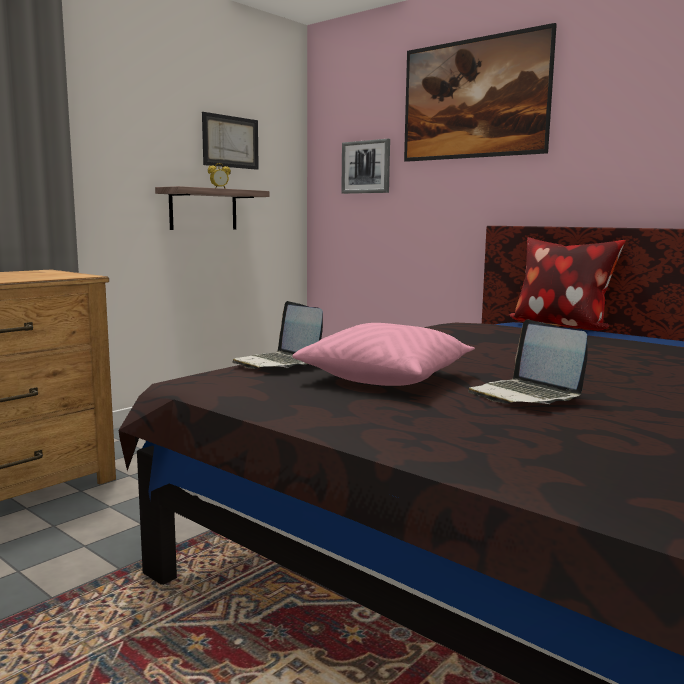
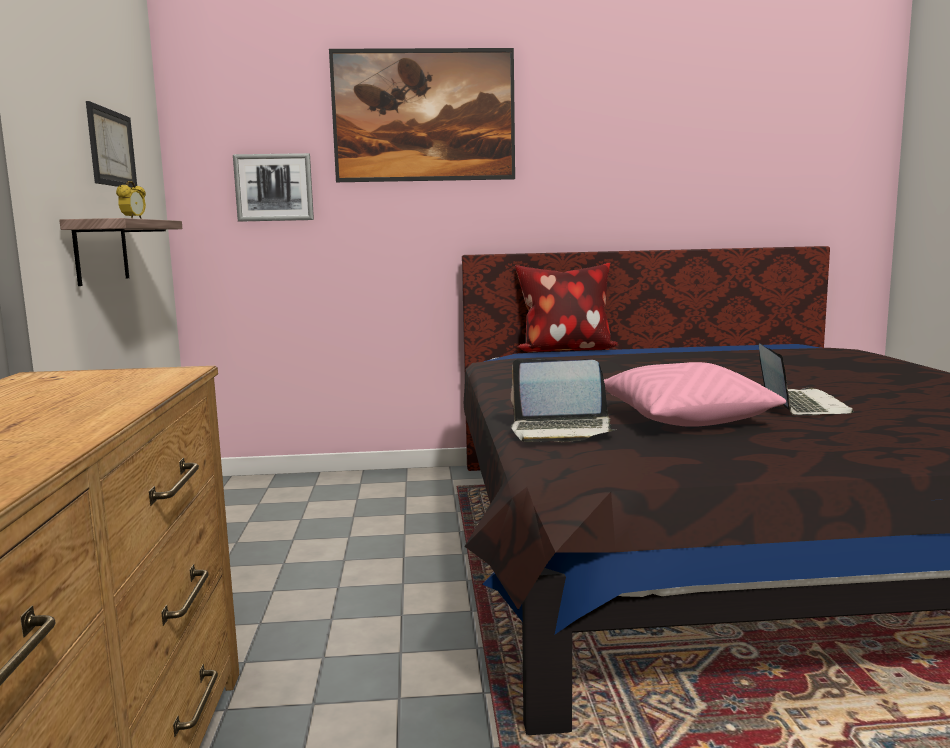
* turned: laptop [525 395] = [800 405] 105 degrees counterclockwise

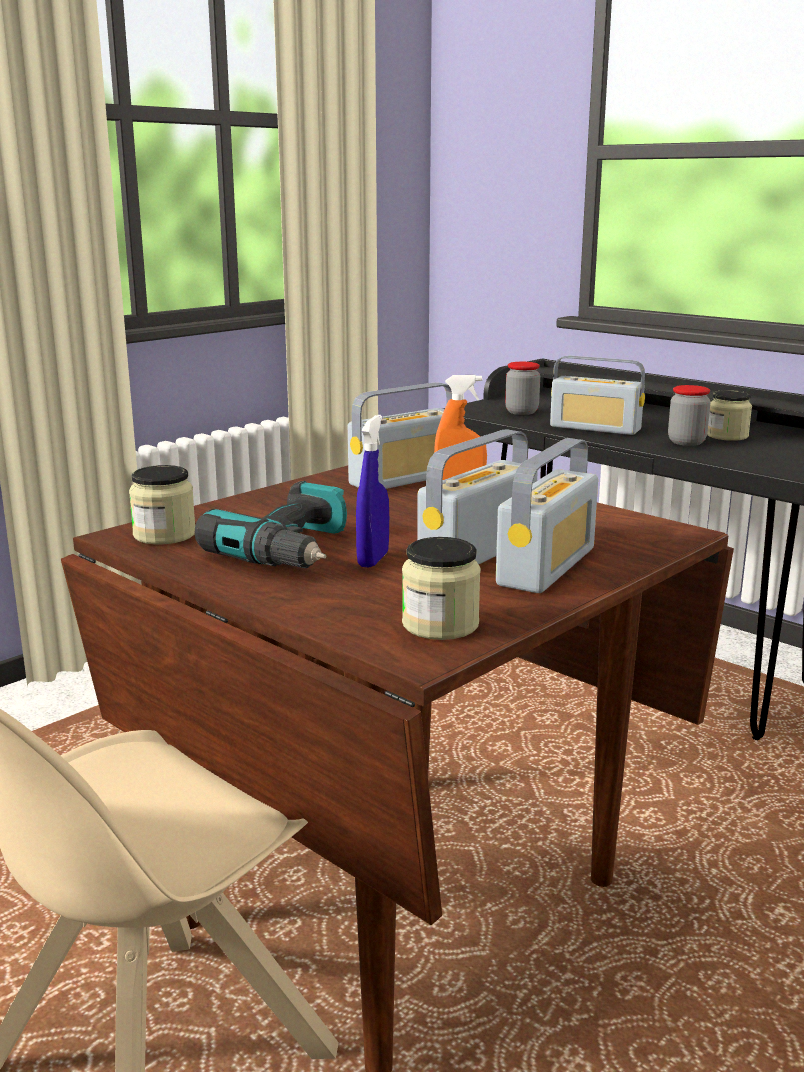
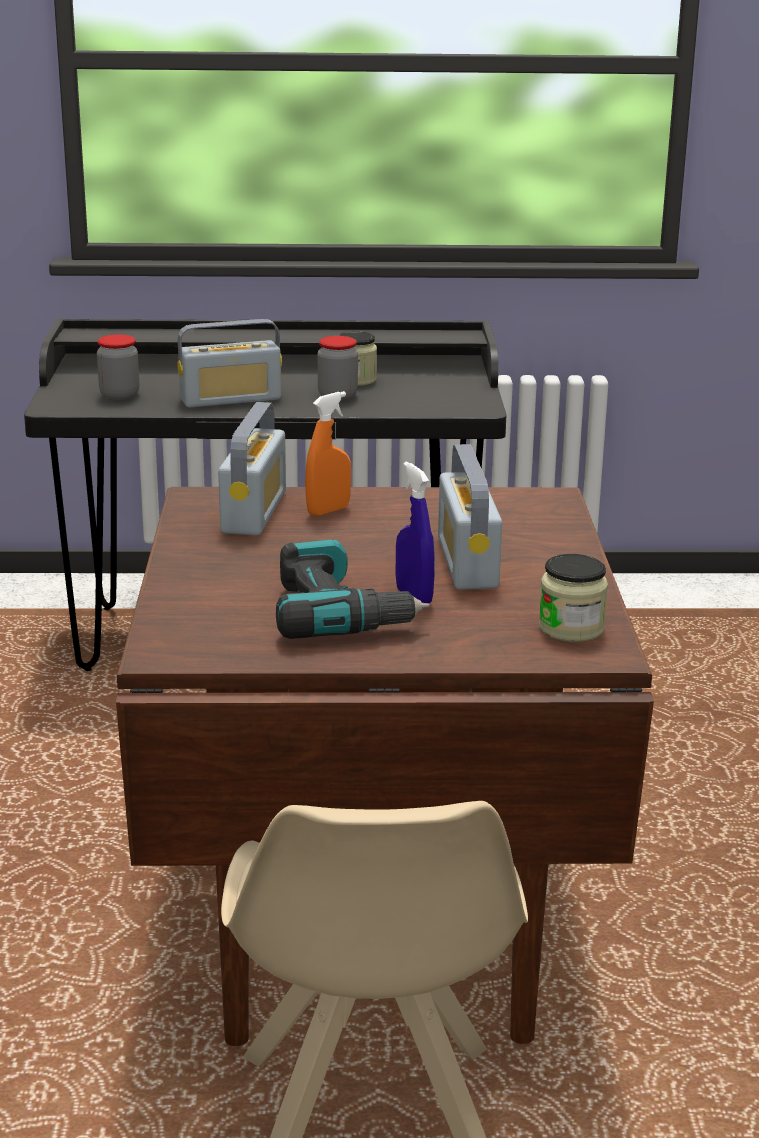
* removed: radio [546 566]
* removed: słoik [164 535]

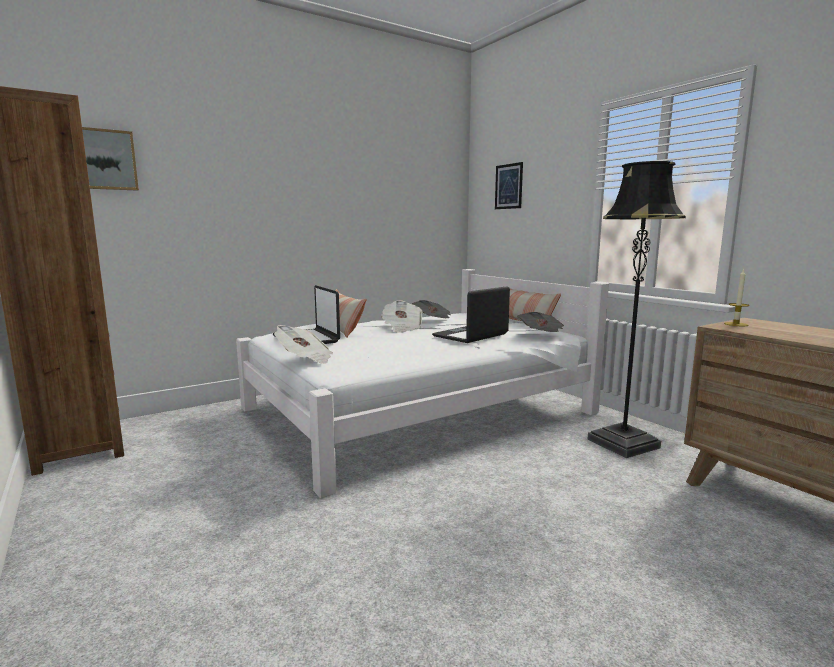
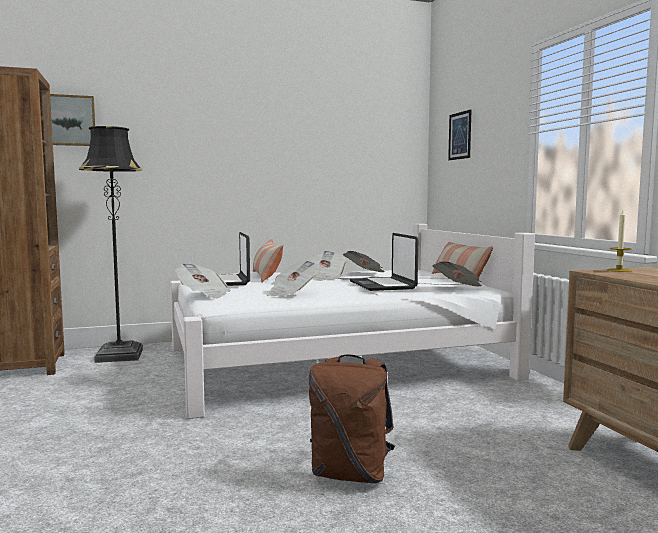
* moved: lampa stojąca [czarny] [623 443] to [119 356]
* turned: laptop [471 335] = [383 285] 75 degrees counterclockwise
* added: gazeta [292 293]
* added: plecak [brązowy] [351 474]

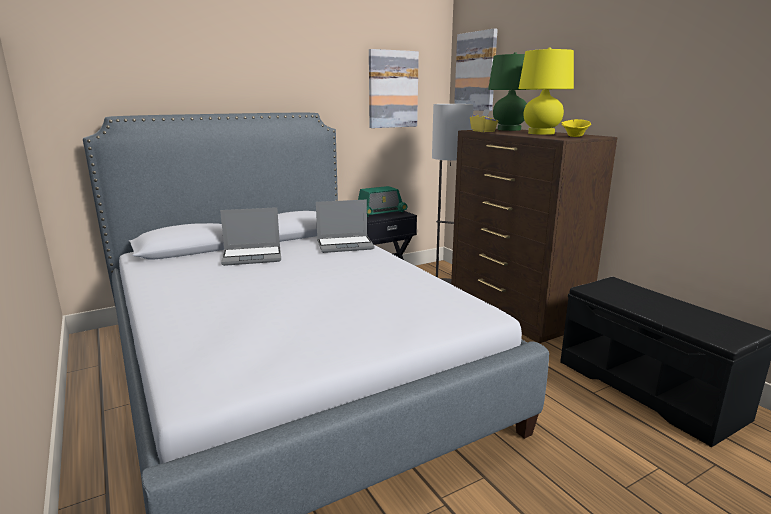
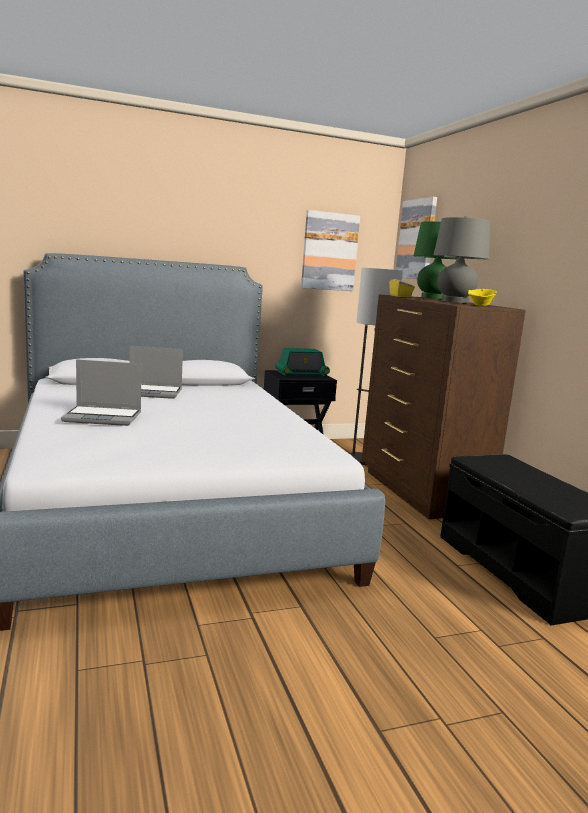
* recoloured: lampa stołowa [żółty] [541 133] to lampa stołowa [szary] [454 302]
* moved: laptop [345 245] to [104 417]

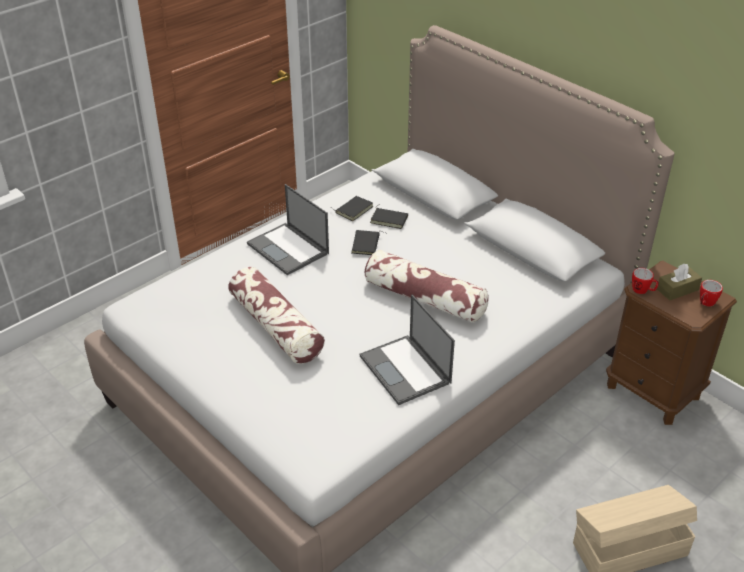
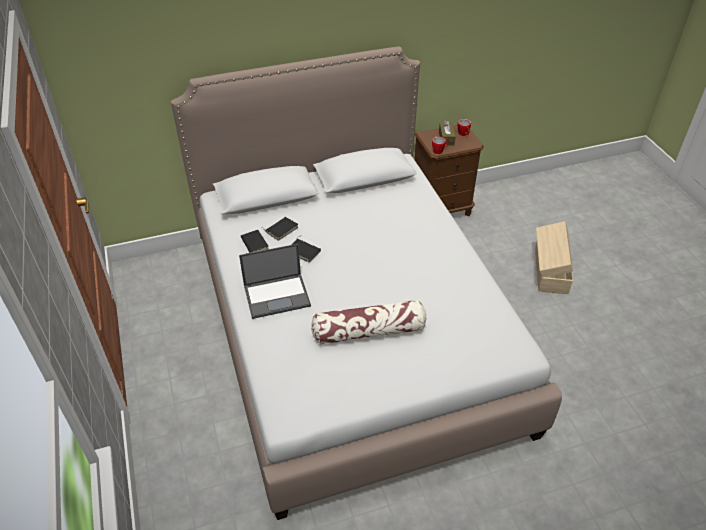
* removed: poduszka [424 298]
* removed: laptop [406 370]

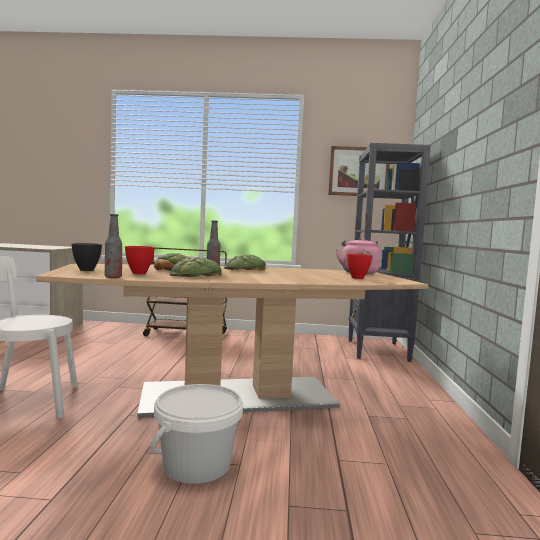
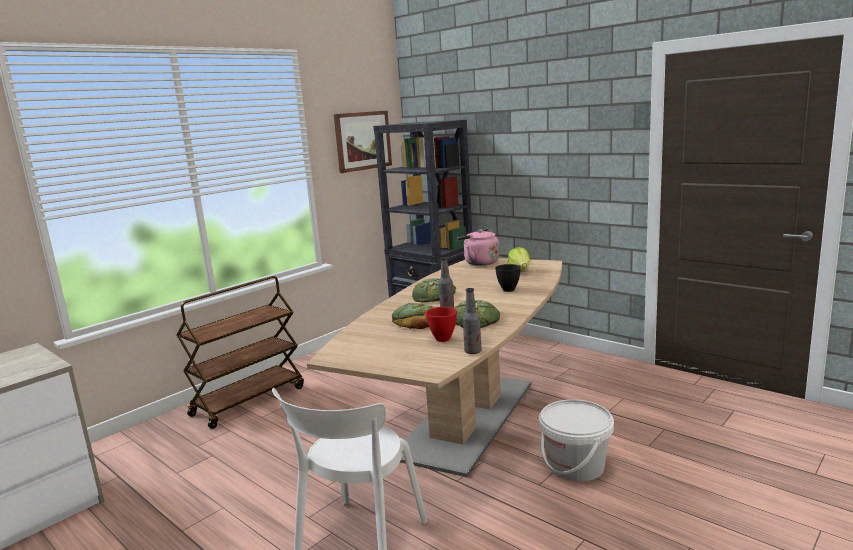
* moved: miska [czarny] [87 270] to [508 290]
* replaced: miska [czerwony] [358 278] to sałata [520 271]

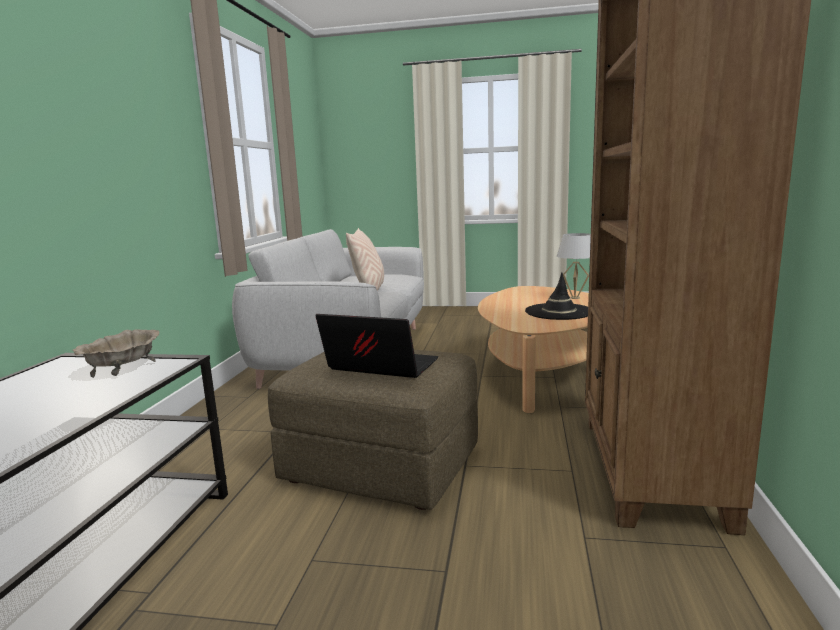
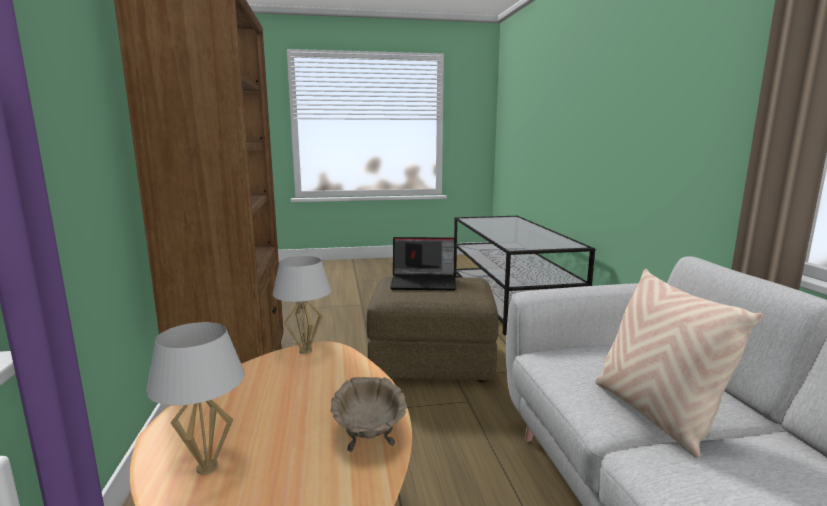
* removed: kapelusz [czarny] [558 312]
* moved: miska [beżowy] [123 370] to [368 433]
* added: lampa stołowa [biały] [306 351]

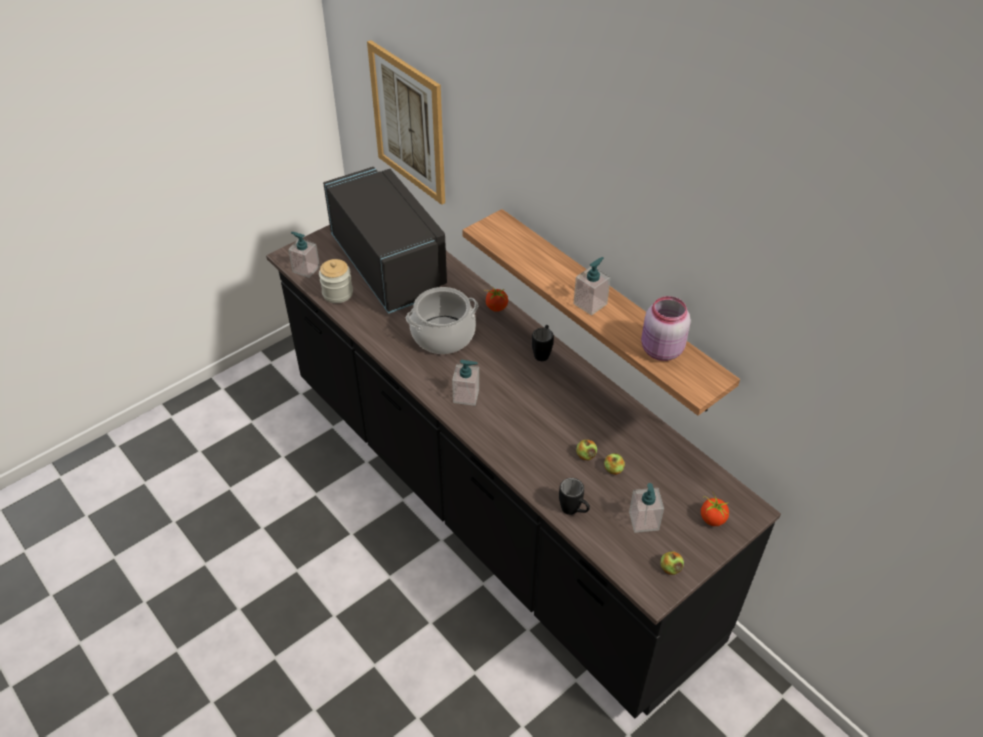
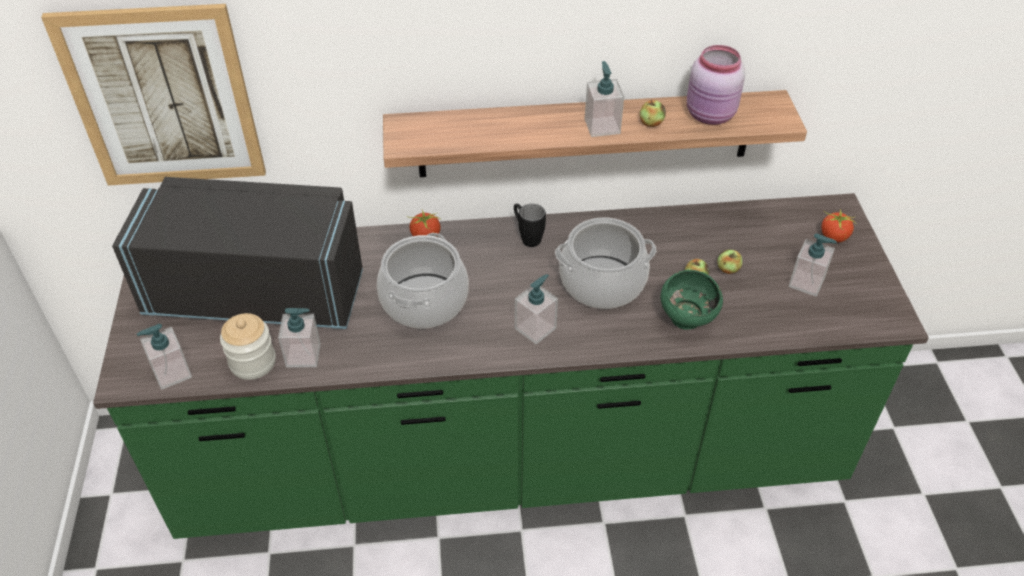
* recoloured: zabudowa kuchenna [czarny] [490 504] to zabudowa kuchenna [zielony] [512 458]
* removed: kubek [czarny] [574 511]
* moved: jabłko [670 568] to [651 123]
* added: garnek [602 282]
* added: miska [zielony] [687 322]
* added: dozownik mydła [303 355]

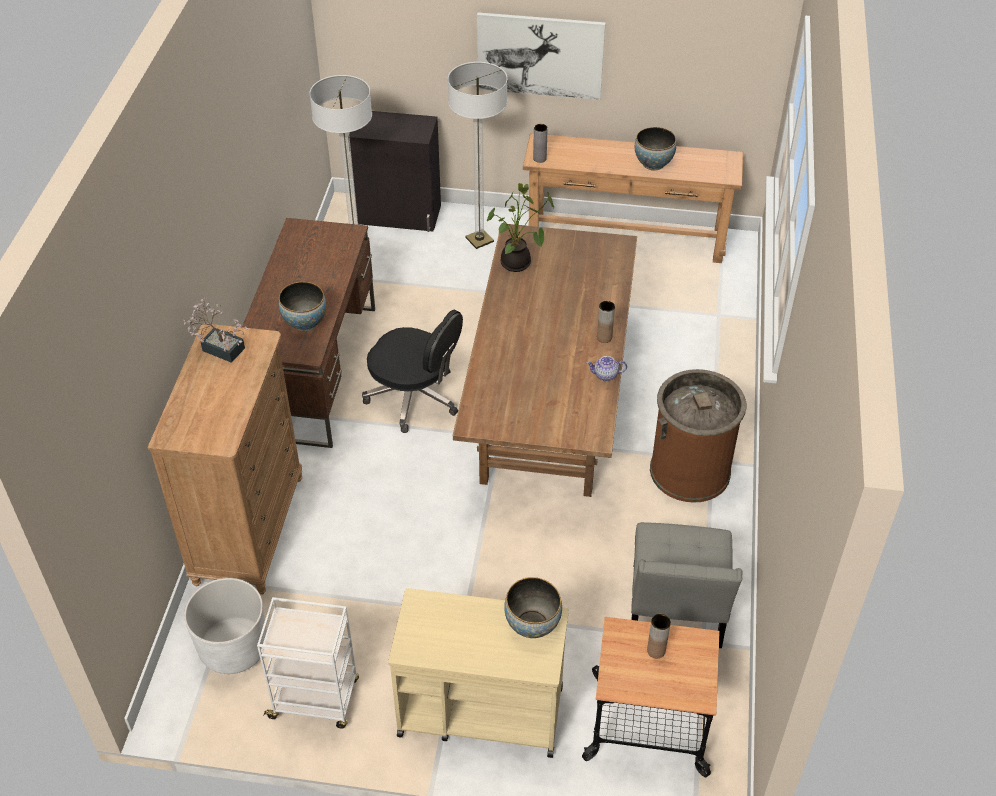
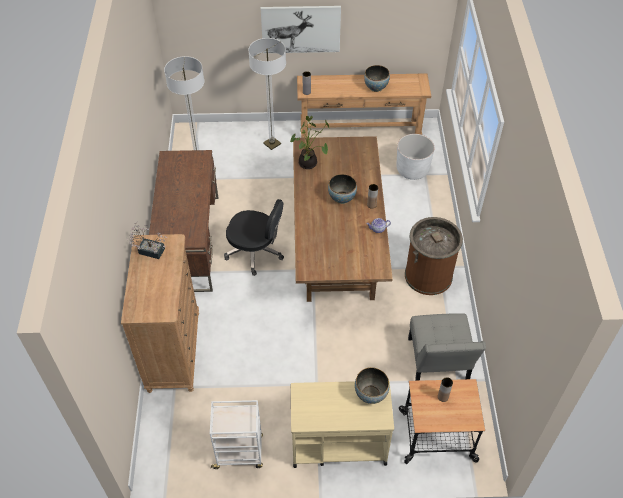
* removed: szafka [czarny] [400 215]
* moved: miska [305 323] to [342 198]
* moved: donica [biały] [233 648] to [412 169]

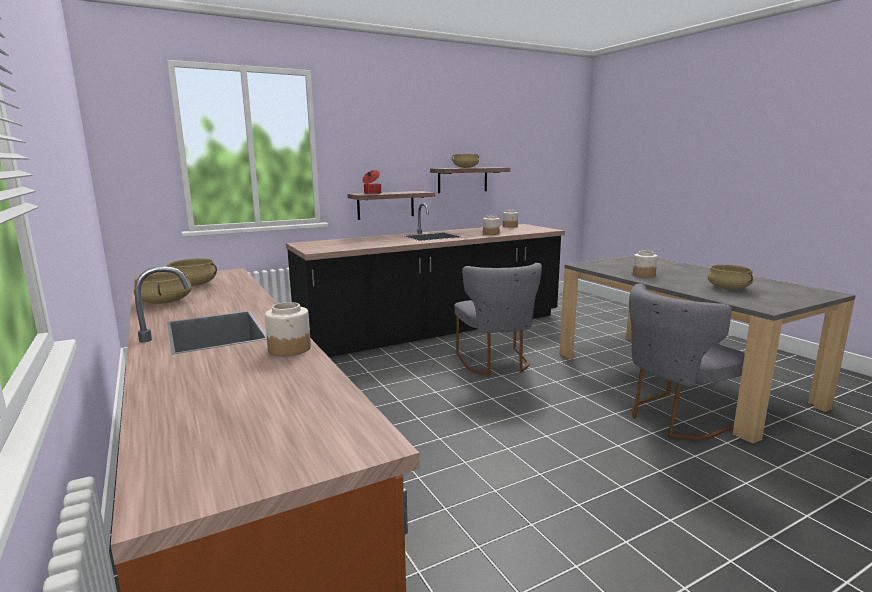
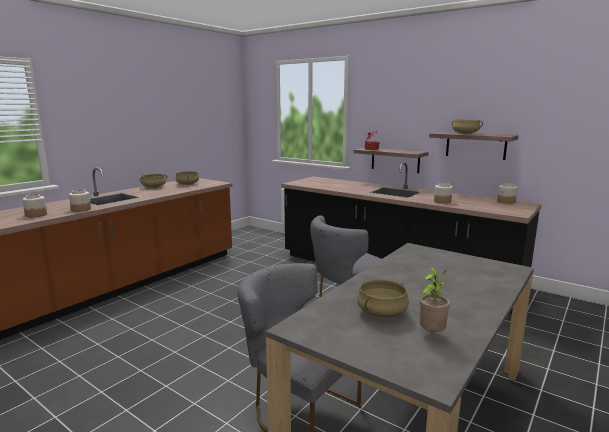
* moved: słoik [643 275] to [36 215]
* added: roślina doniczkowa [431 334]

